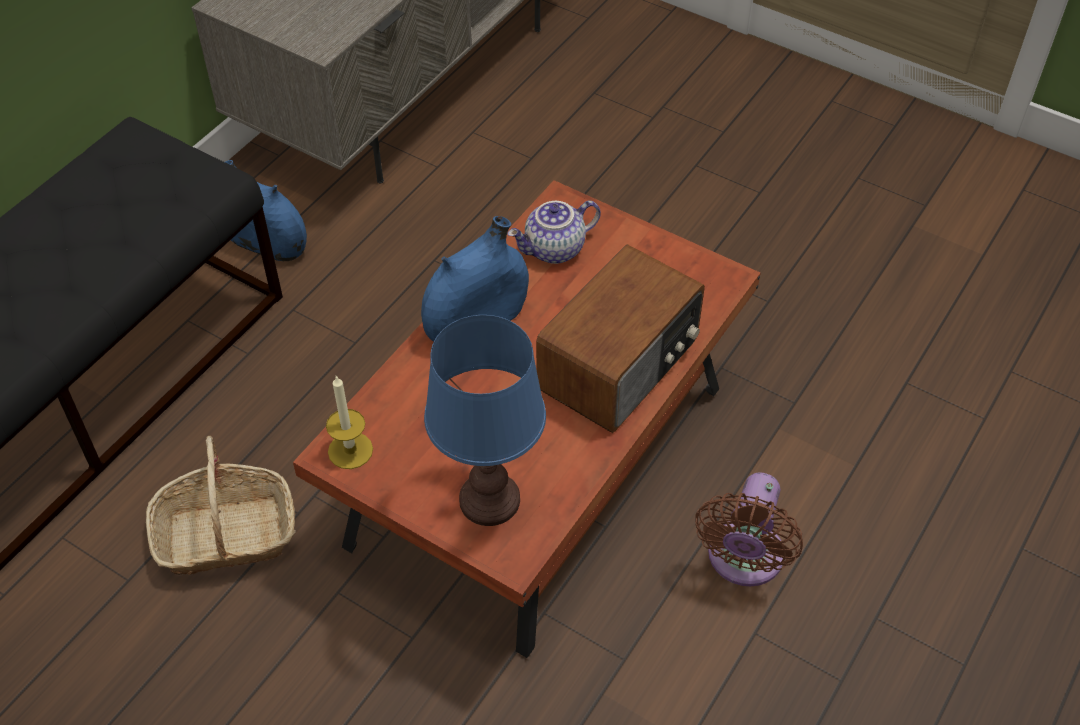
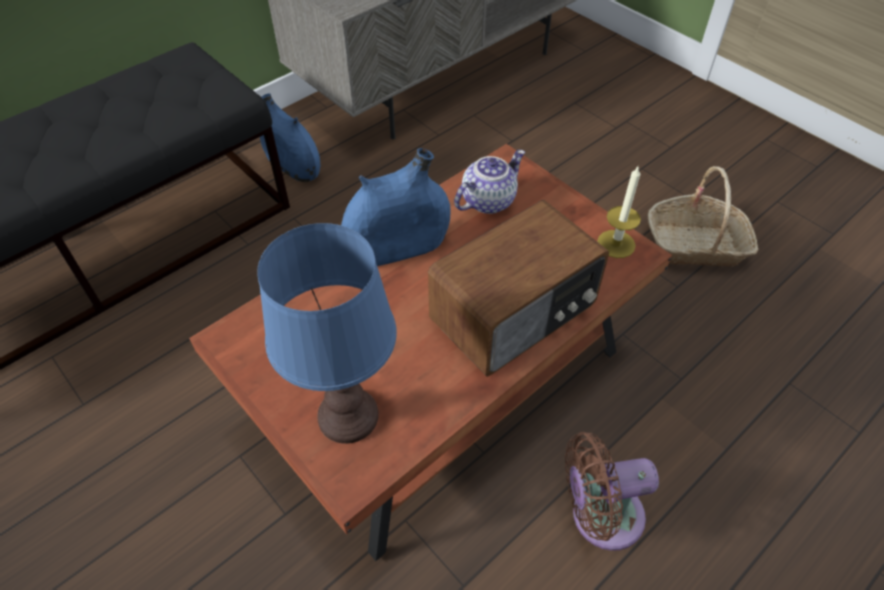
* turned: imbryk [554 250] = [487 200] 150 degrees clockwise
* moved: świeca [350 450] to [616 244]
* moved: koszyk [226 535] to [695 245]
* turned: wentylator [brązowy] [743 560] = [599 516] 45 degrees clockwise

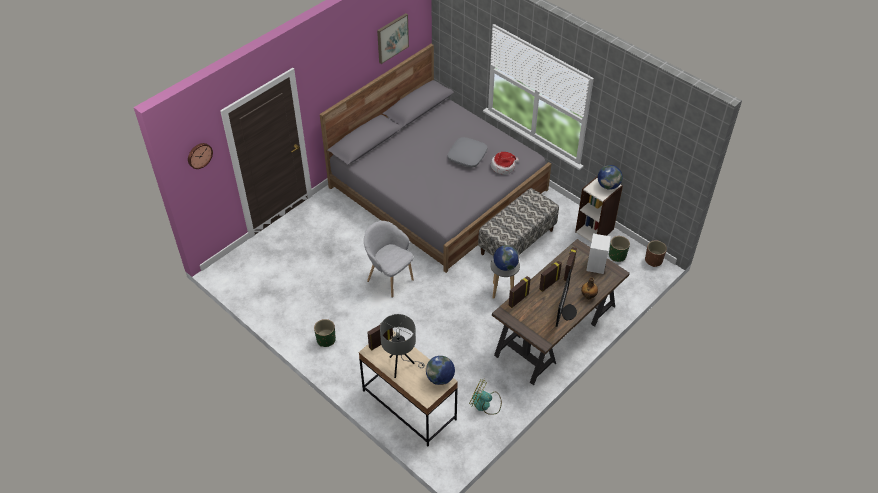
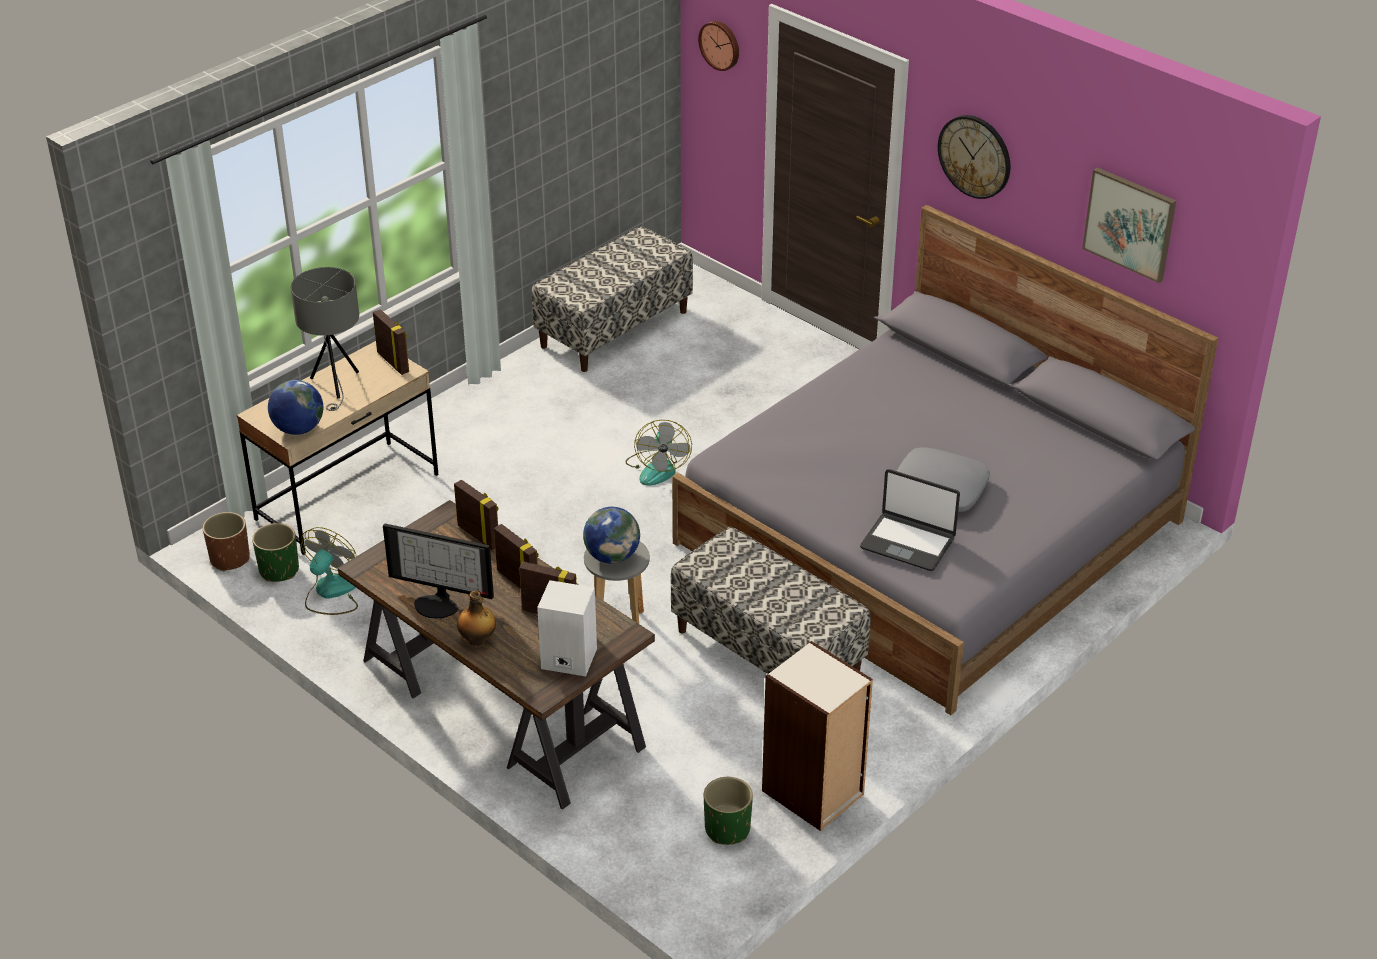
* replaced: kapelusz [503 166] to laptop [908 542]
* removed: globus [608 185]
* replaced: fotel [szary] [389 278] to wentylator [657 468]
* moved: donica [brązowy] [653 260] to [230 559]
* moved: donica [zielony] [326 340] to [279 570]
* added: zegar ścienny [975 156]
* added: ławka [614 328]

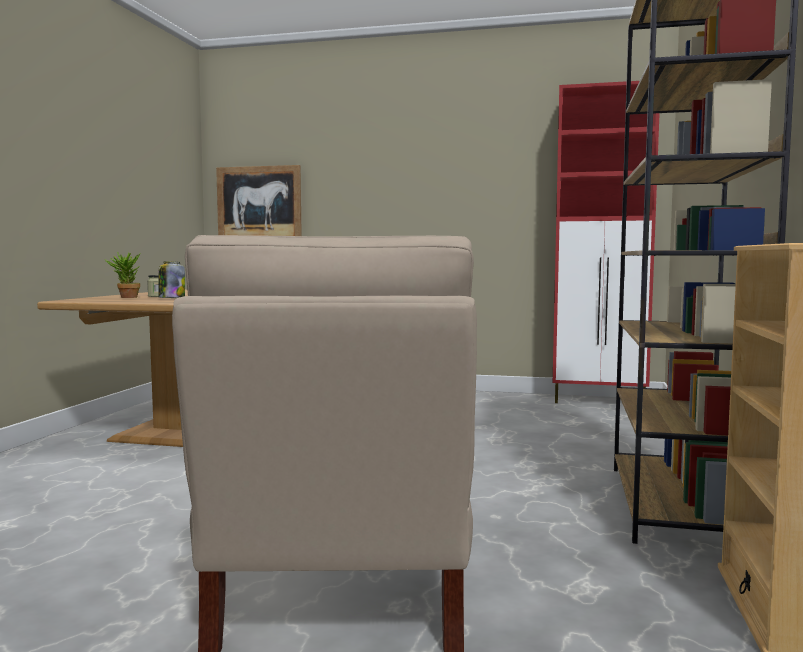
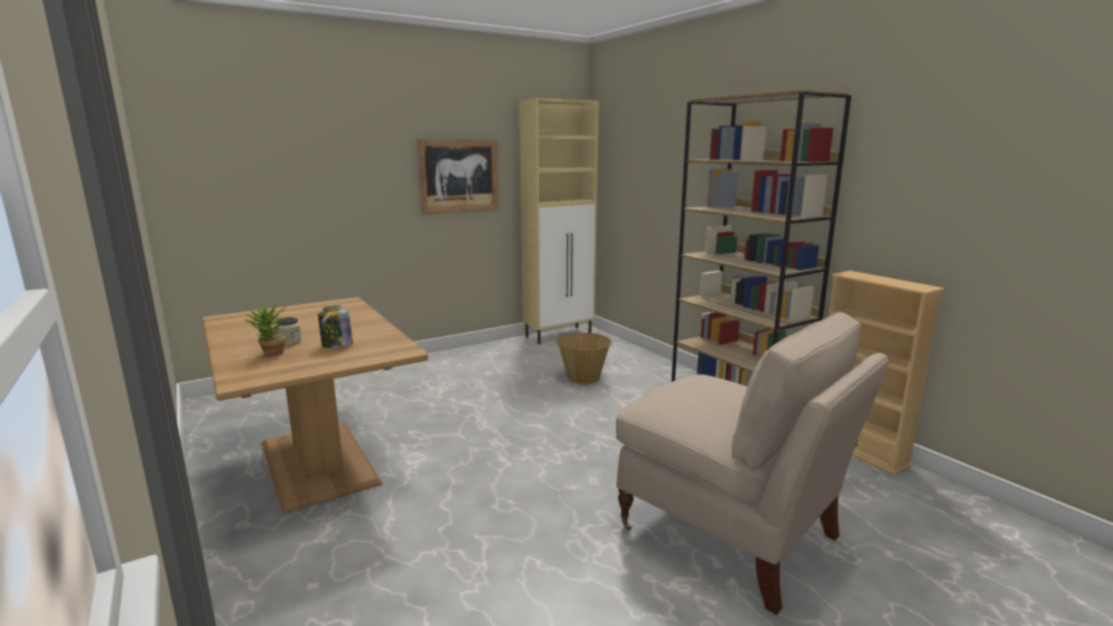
* recoloured: szafka [czerwony] [599 401] to szafka [beżowy] [559 335]
* moved: obraz [259 205] to [459 176]
* added: koszyk [583 377]

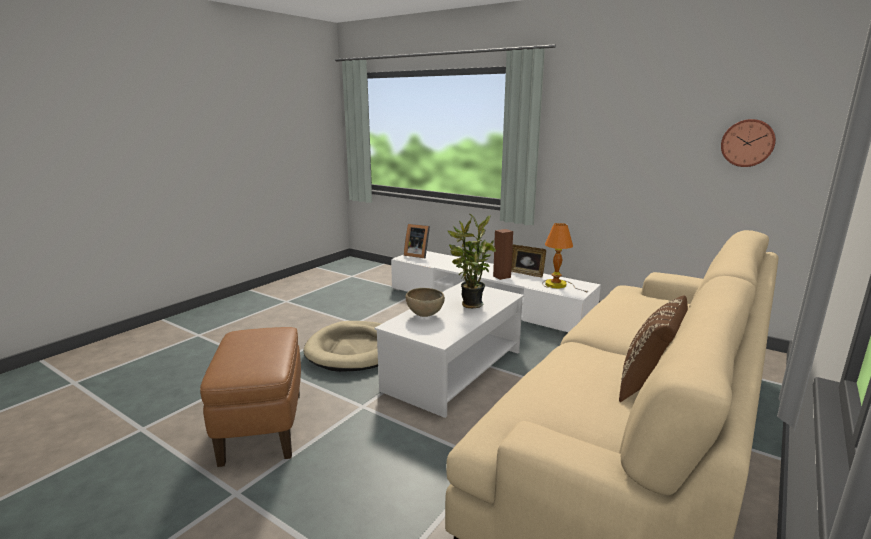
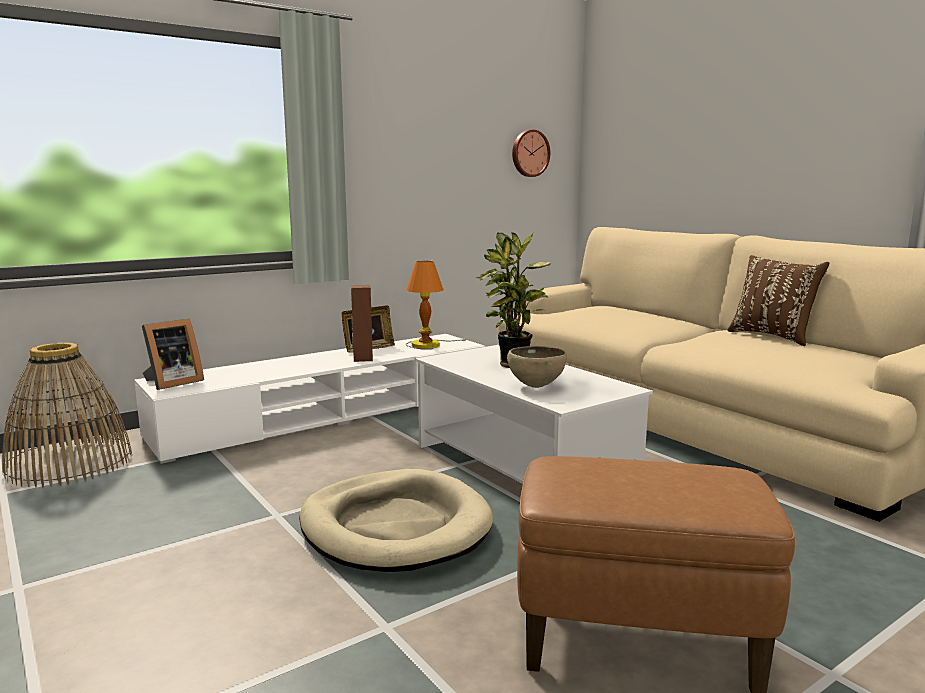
* added: koszyk [70 463]

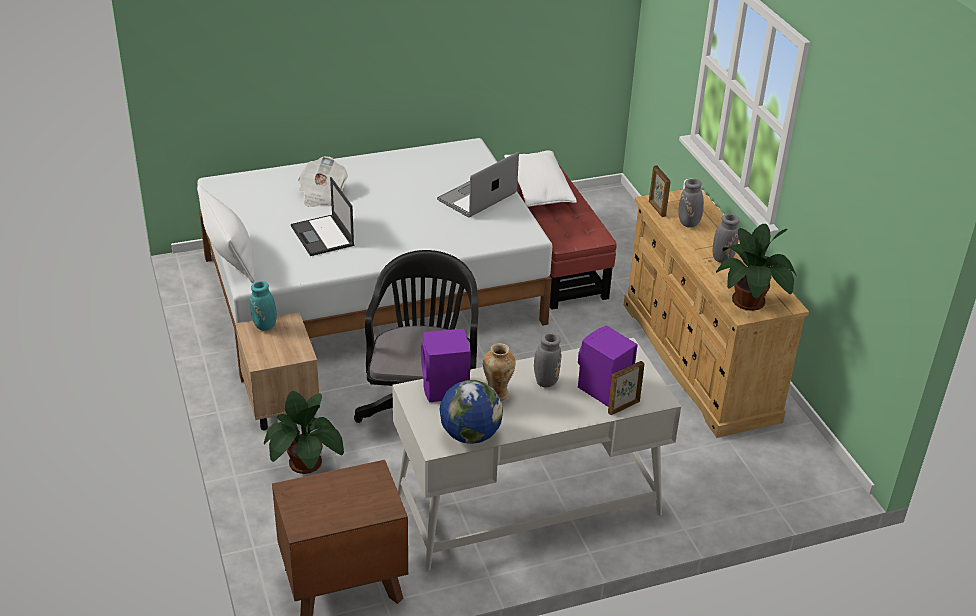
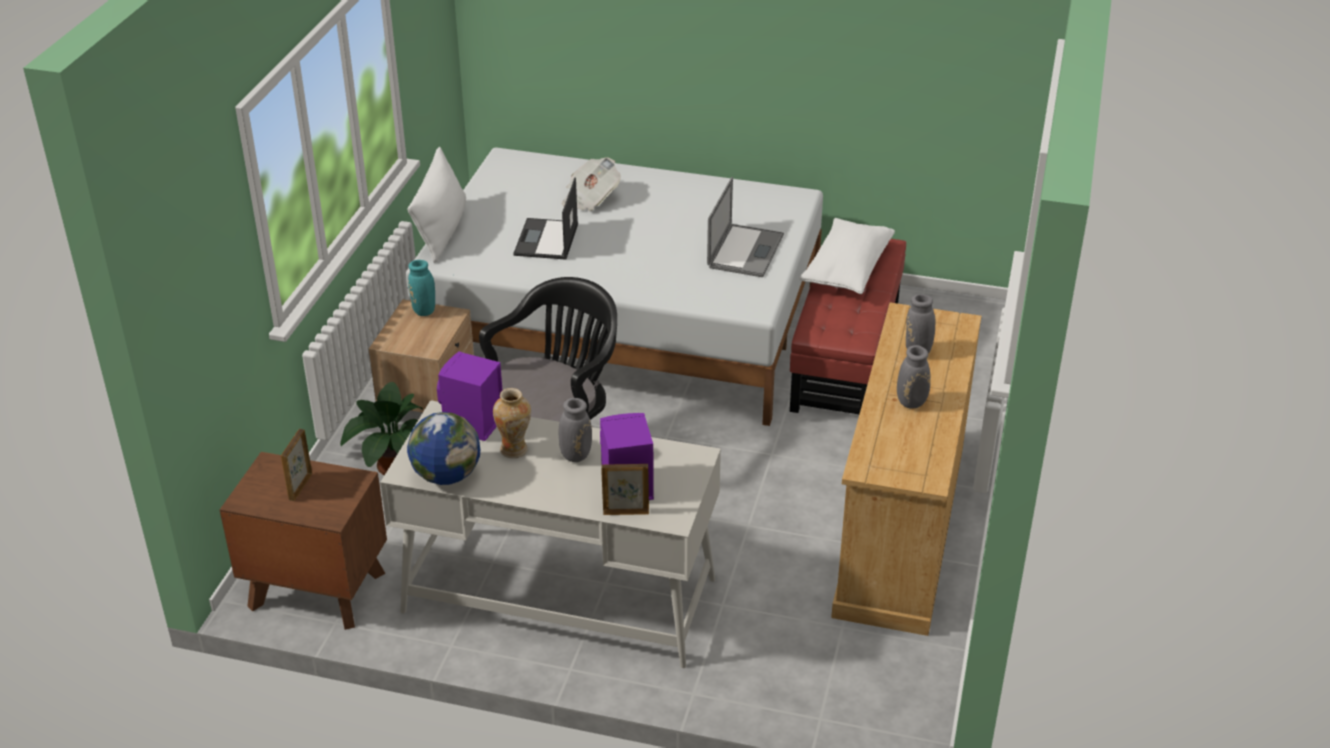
* turned: laptop [477 197] = [745 251] 120 degrees clockwise
* moved: ramka na zdjęcie [656 209] to [300 487]
* removed: roślina doniczkowa [750 302]

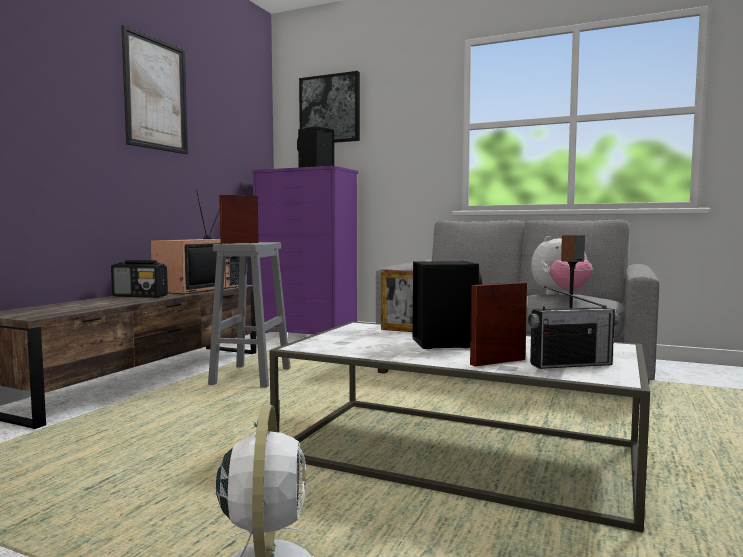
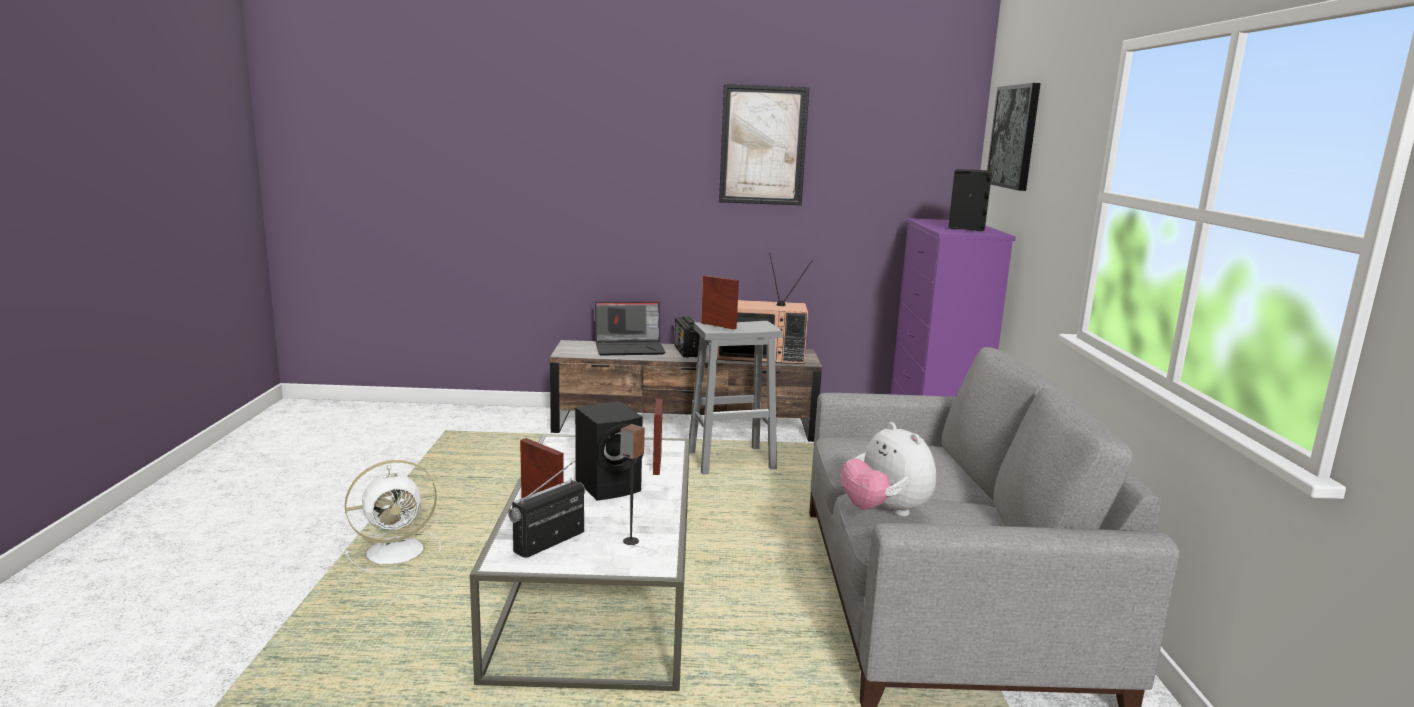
* turned: radio [570 364] = [549 542] 75 degrees clockwise
* added: laptop [630 348]

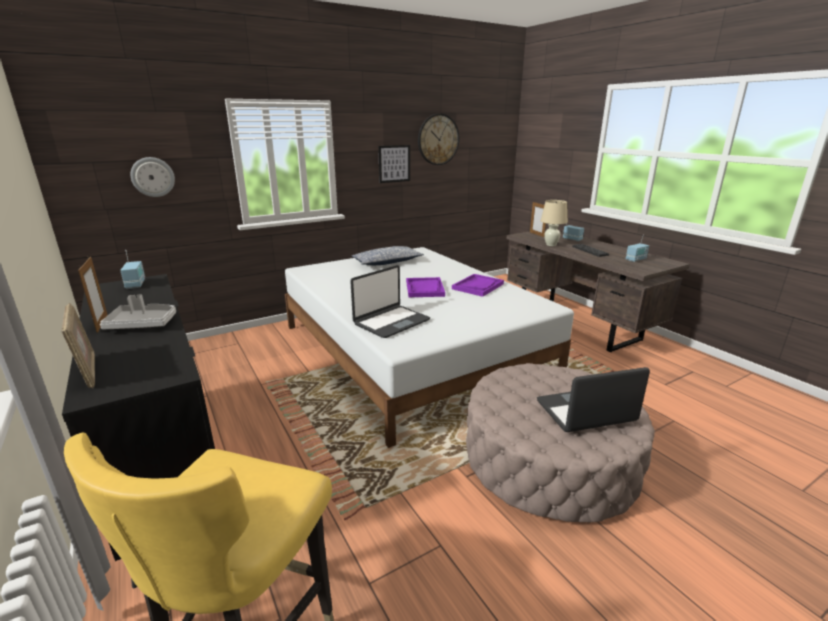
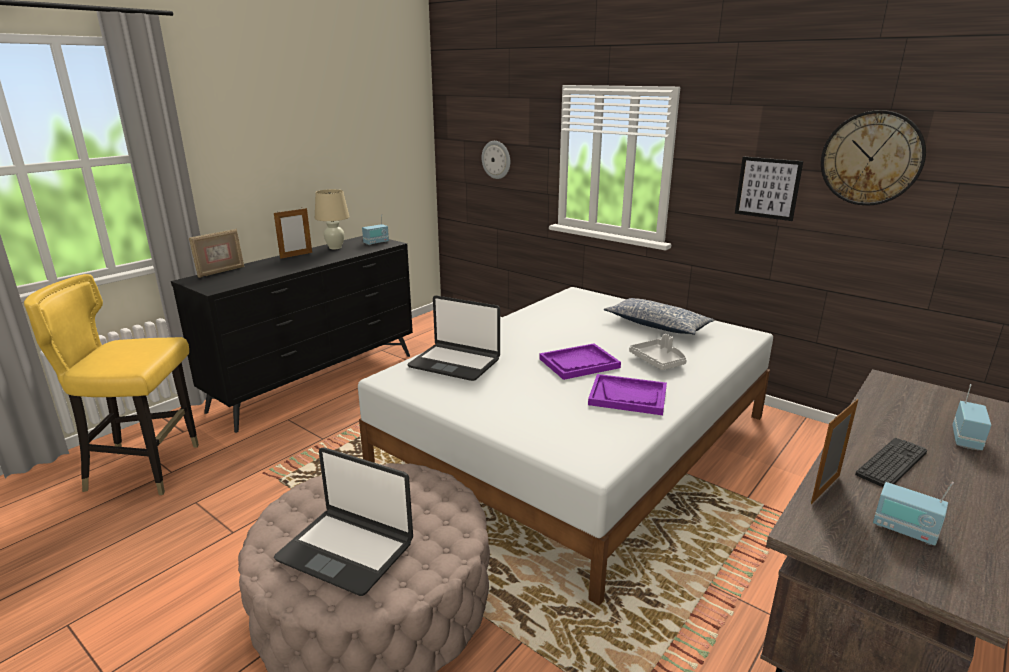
* moved: lampa stołowa [beżowy] [551 244] to [335 247]
* moved: ramka na zdjęcie [536 234] to [825 489]
* moved: taca [szary] [143 324] to [658 361]
* turned: laptop [586 412] = [346 550] 150 degrees clockwise

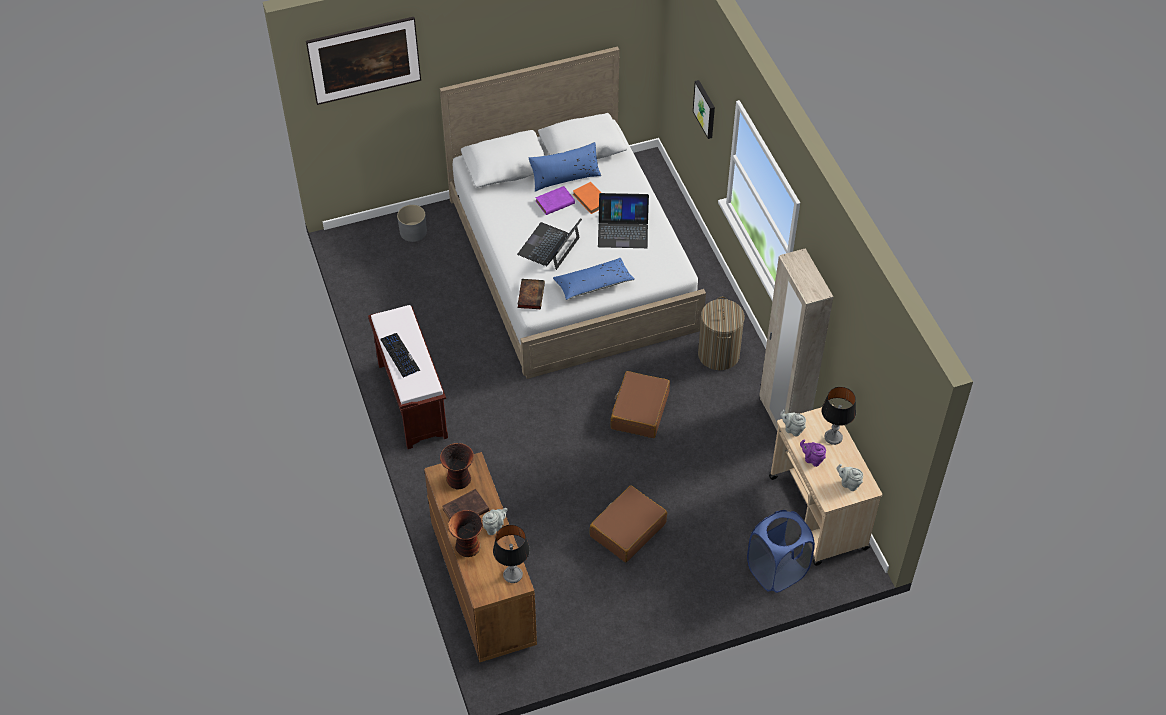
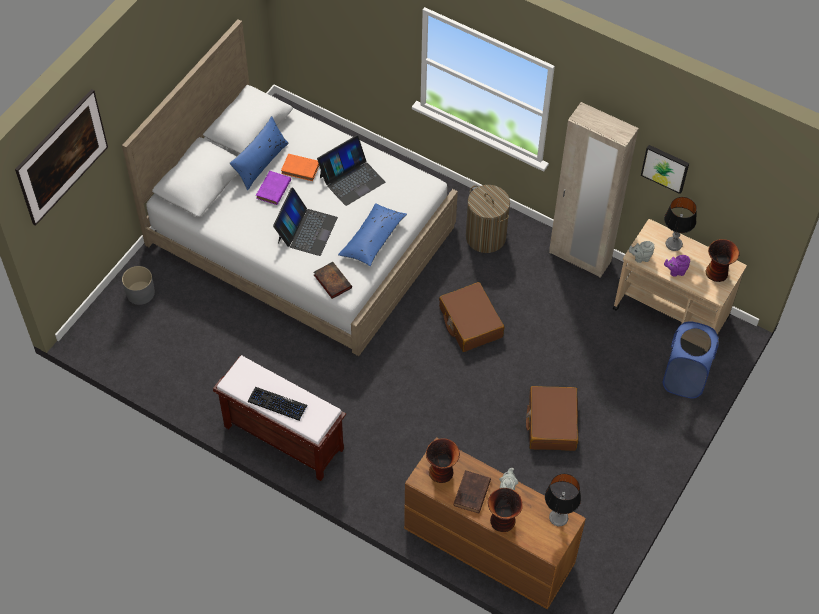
* moved: obraz [705 109] to [665 167]
* turned: laptop [549 246] = [306 230] 150 degrees counterclockwise
* replaced: imbryk [szary] [849 484] to wazon [717 272]

